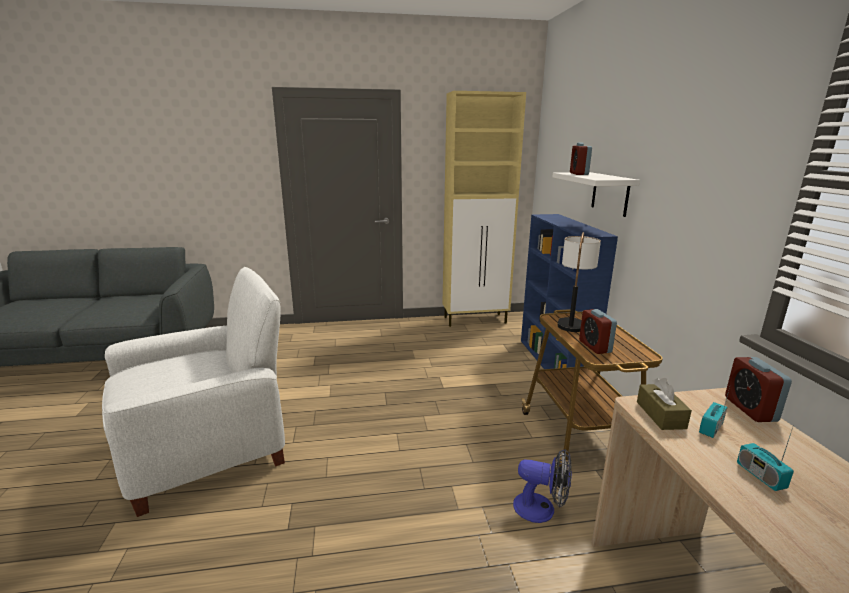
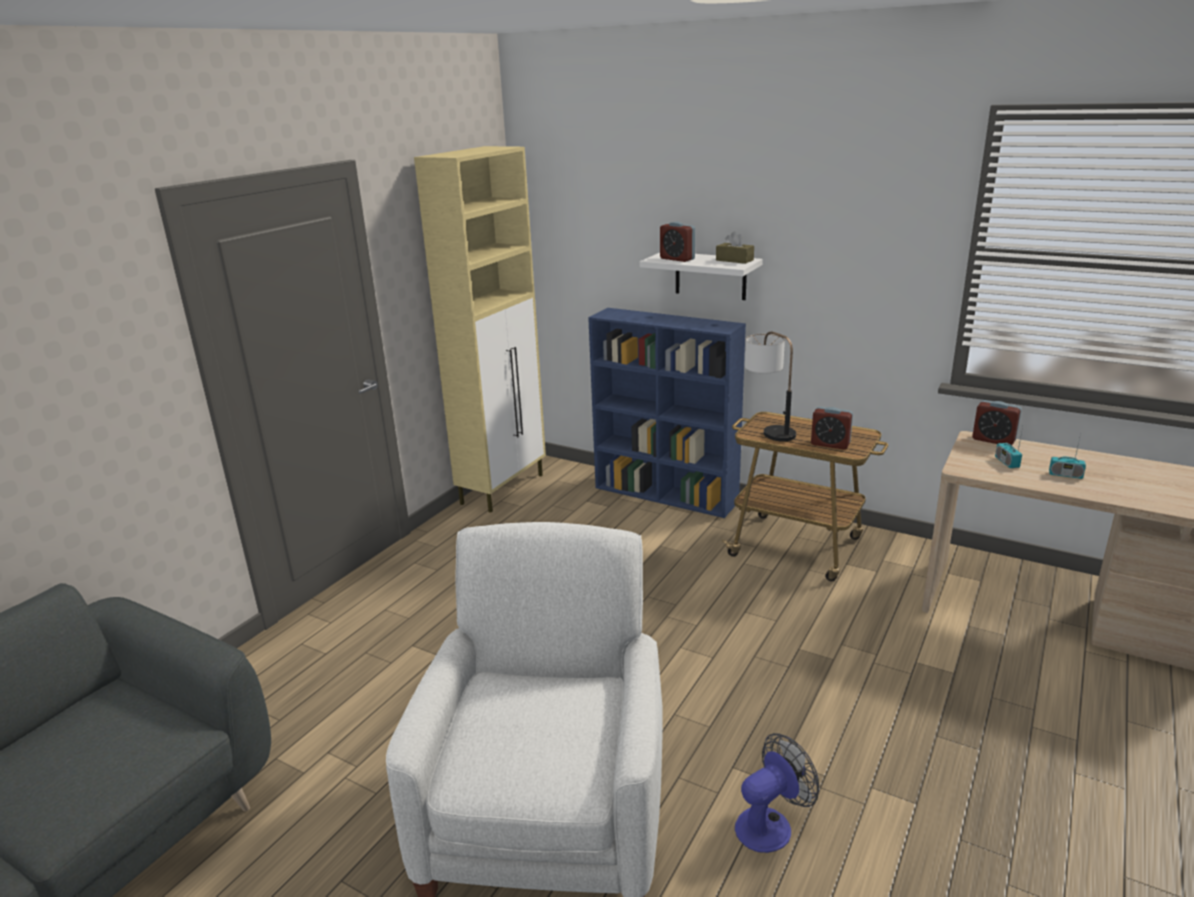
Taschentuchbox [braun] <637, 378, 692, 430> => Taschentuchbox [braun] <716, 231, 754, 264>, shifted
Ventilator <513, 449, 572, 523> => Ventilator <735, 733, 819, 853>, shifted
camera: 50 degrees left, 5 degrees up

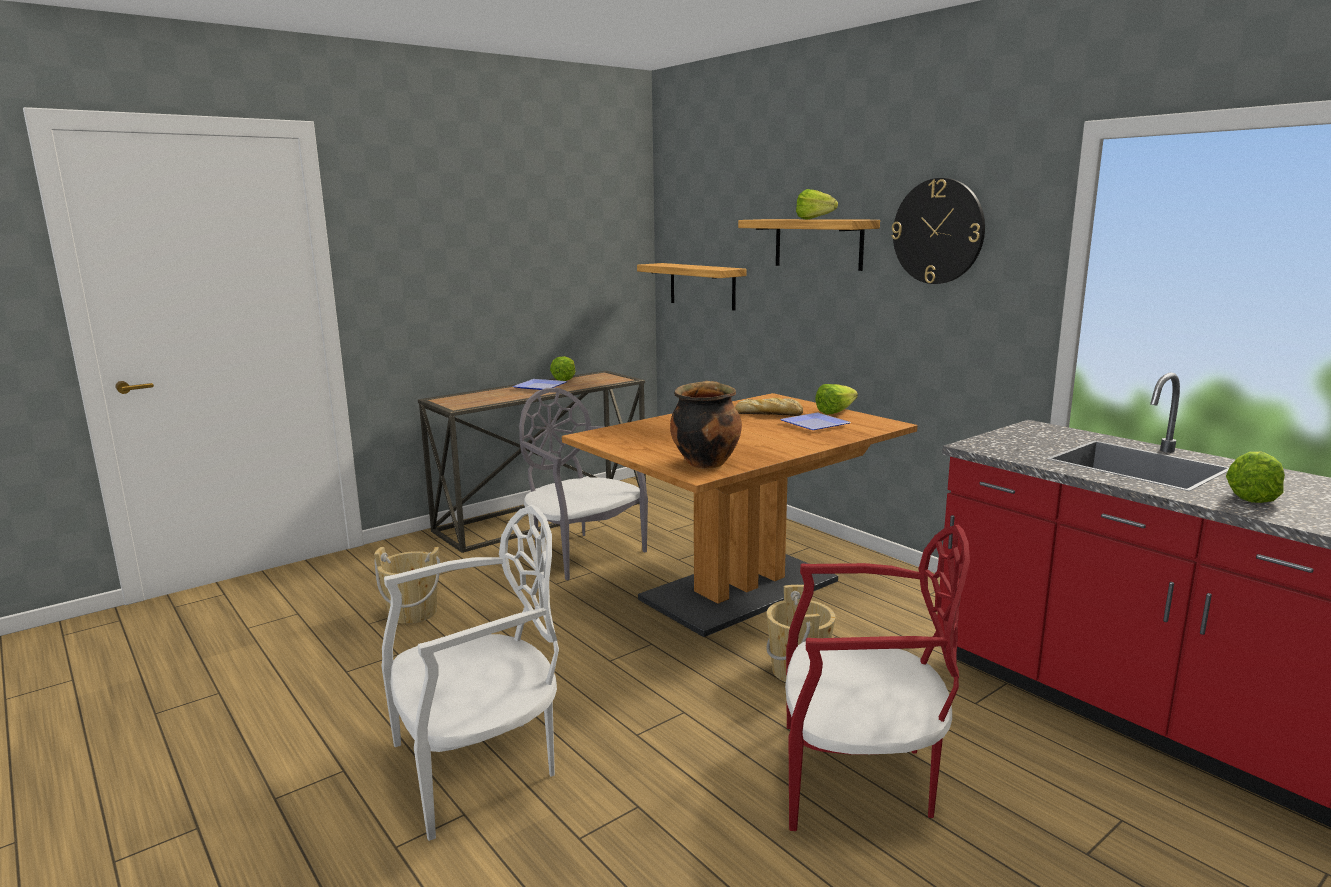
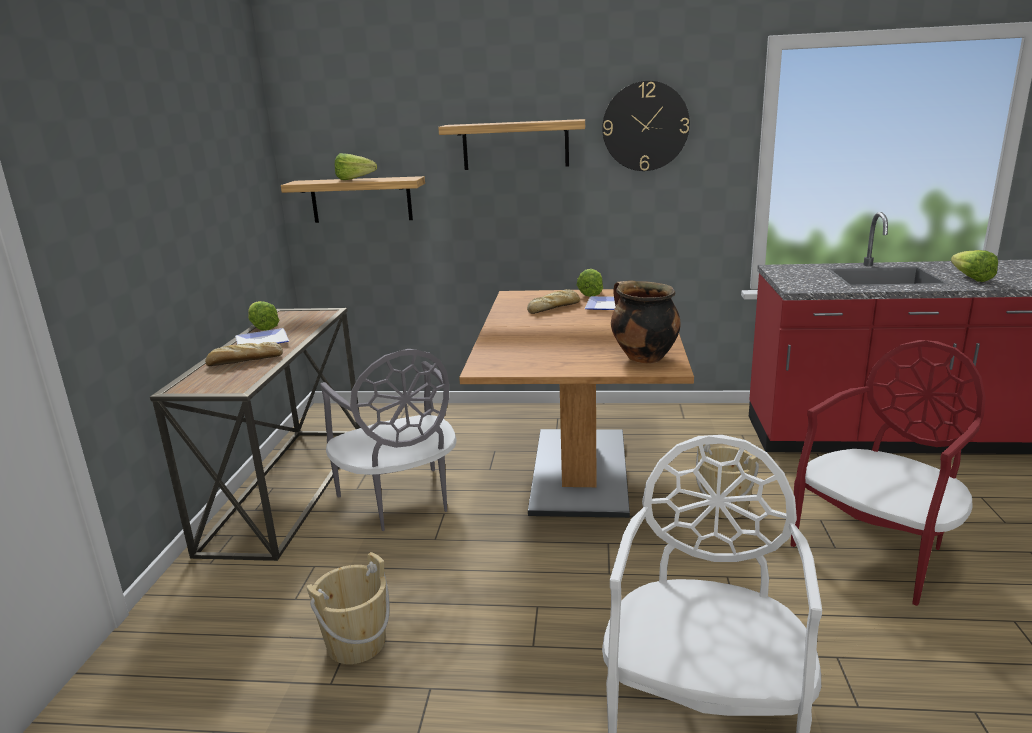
Salatkopf <796, 189, 838, 219> => Salatkopf <335, 153, 377, 180>, shifted
Stuhl [grau] <519, 388, 648, 580> => Stuhl [grau] <320, 349, 456, 531>, 120 degrees counterclockwise
nothing => Brot <205, 342, 283, 366>
camera: 45 degrees left, 5 degrees up

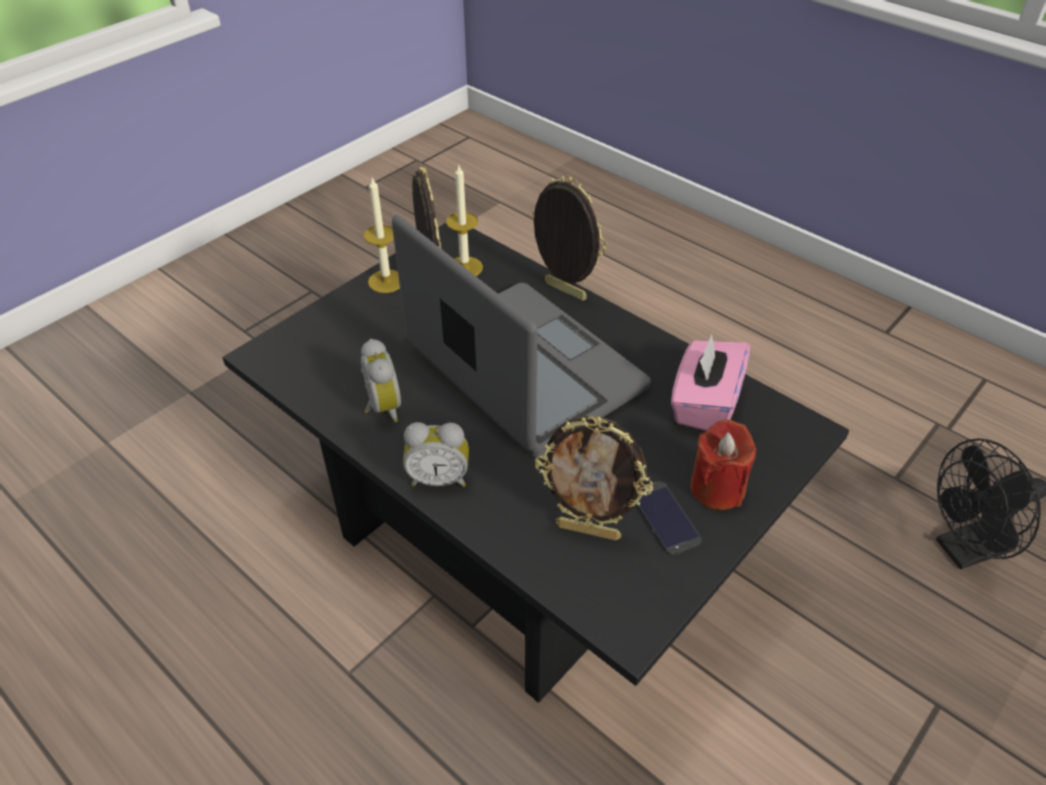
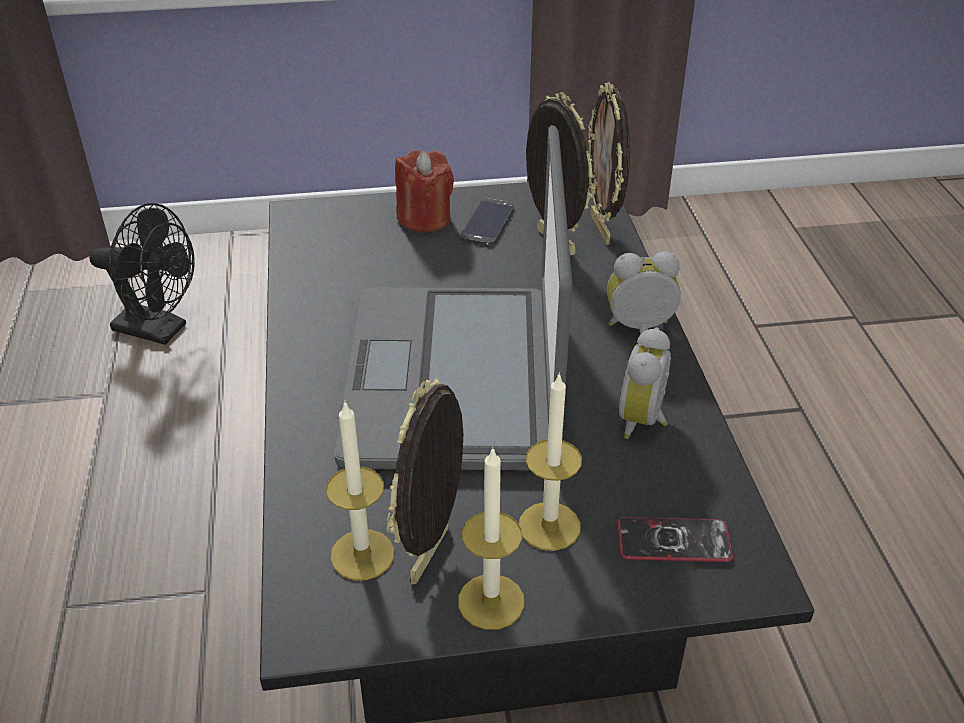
Bilderrahmen <532, 175, 607, 301> => Bilderrahmen <588, 82, 630, 245>, shifted
Taschentuchbox [rosa] <671, 334, 750, 431> => nothing
Wecker <403, 422, 469, 487> => Wecker <607, 251, 681, 335>, 45 degrees counterclockwise
nothing => Kerze <519, 372, 582, 551>
nothing => Handy <618, 517, 733, 562>
camera: 140 degrees left, 5 degrees down

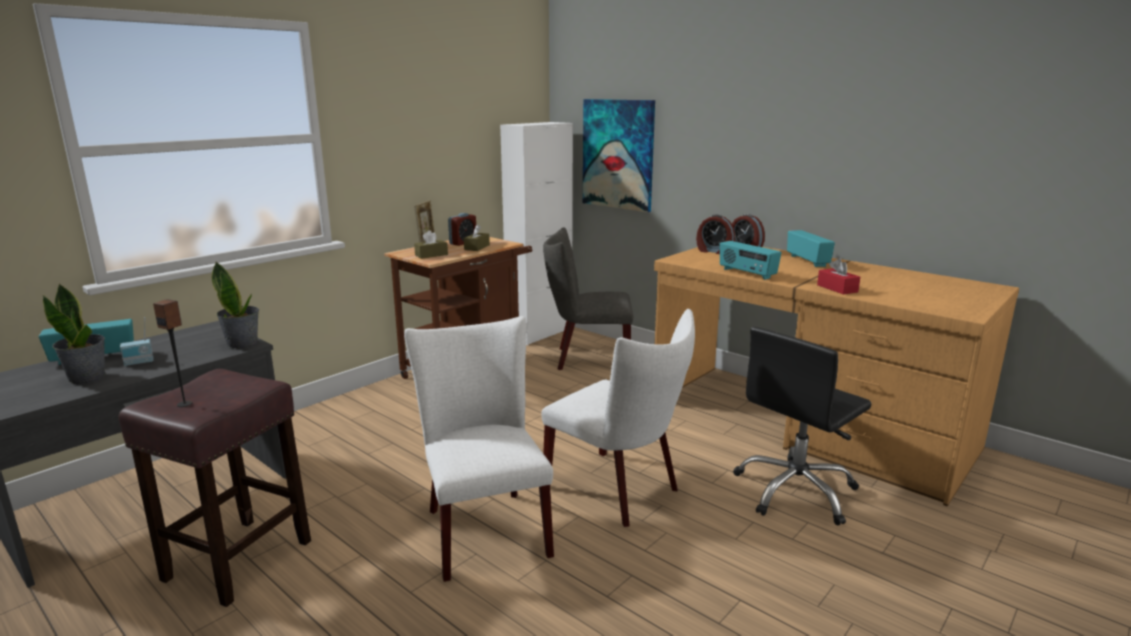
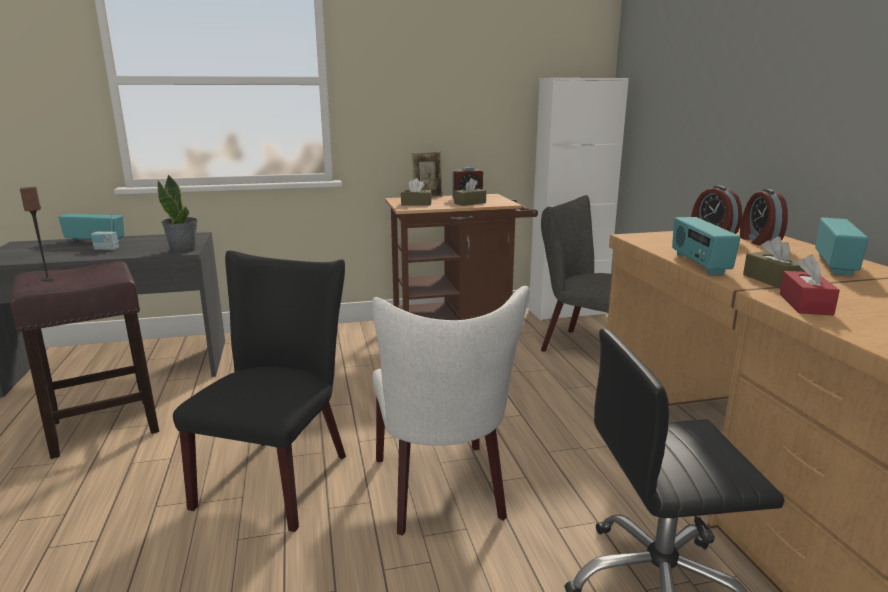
Bild <583, 99, 655, 212> => nothing
Topfpflanze <43, 283, 105, 384> => nothing
Stuhl [weiß] <404, 316, 554, 582> => Stuhl [schwarz] <173, 251, 346, 532>
nothing => Taschentuchbox [braun] <743, 237, 806, 289>
camera: 35 degrees right, 0 degrees up

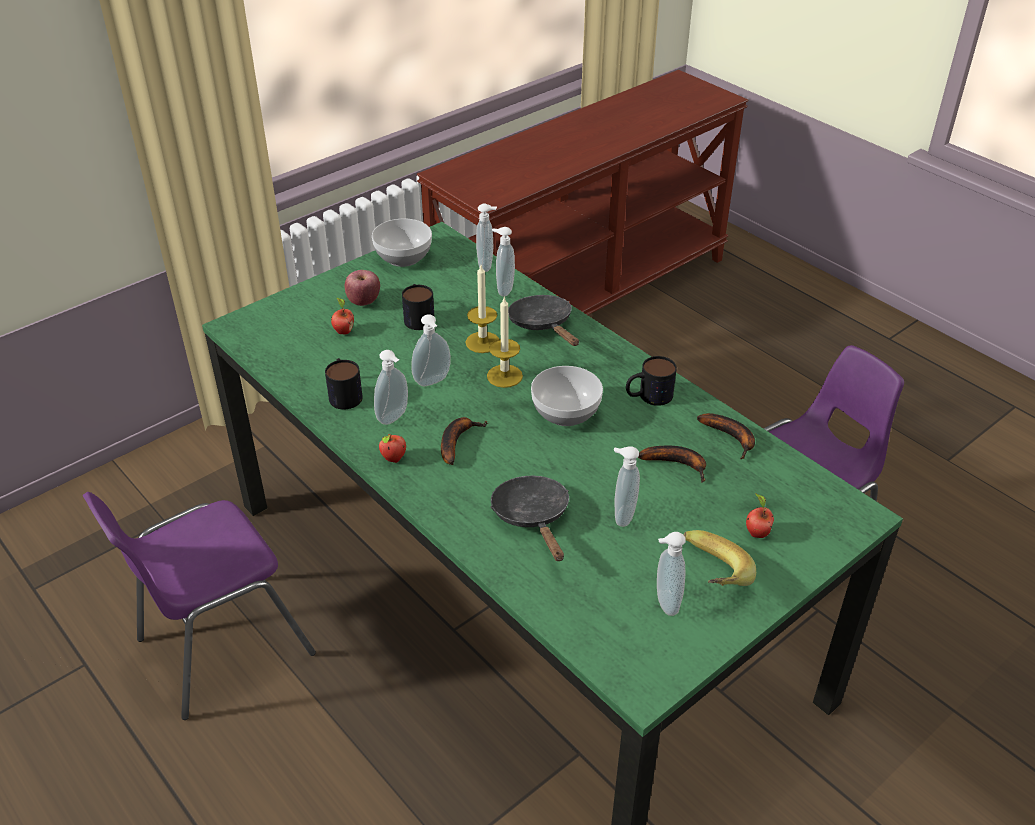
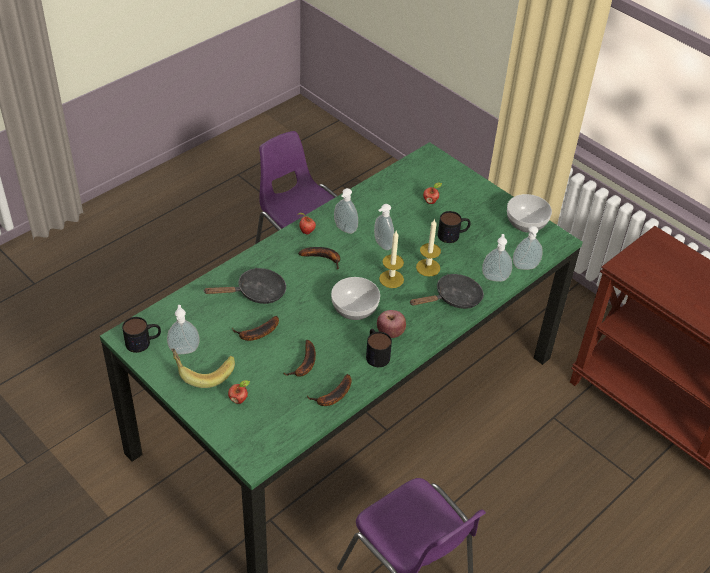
Apfel <345, 270, 380, 306> => Apfel <377, 310, 406, 338>, shifted
Henkelbecher <325, 358, 363, 409> => Henkelbecher <122, 317, 161, 353>, shifted
Seifenspender <614, 446, 640, 527> => Banane <232, 316, 279, 341>
camera: 85 degrees right, 5 degrees up

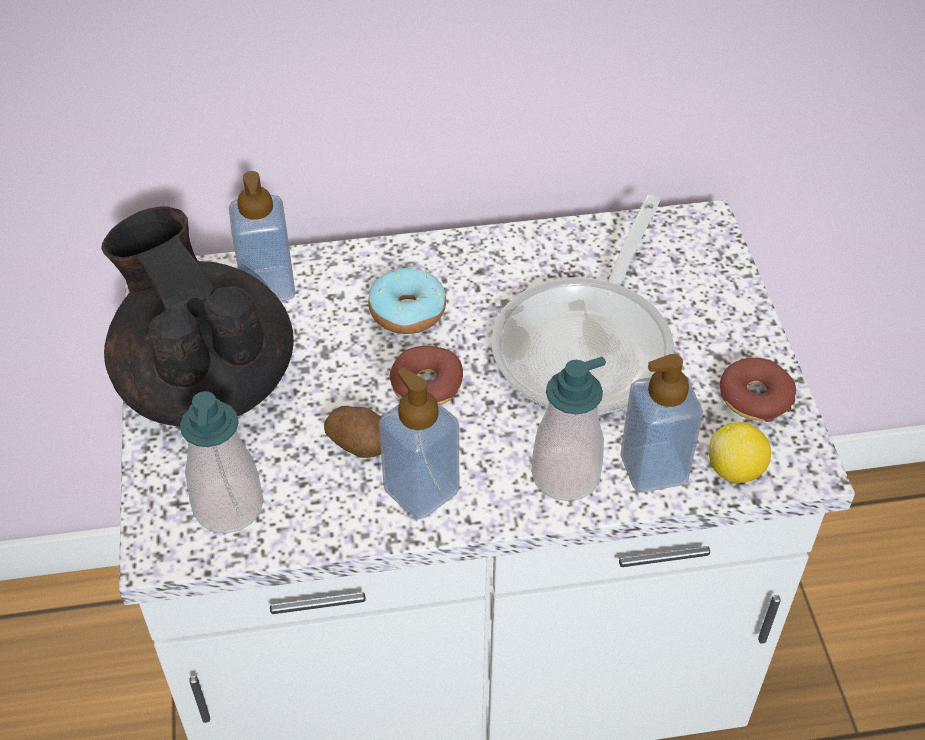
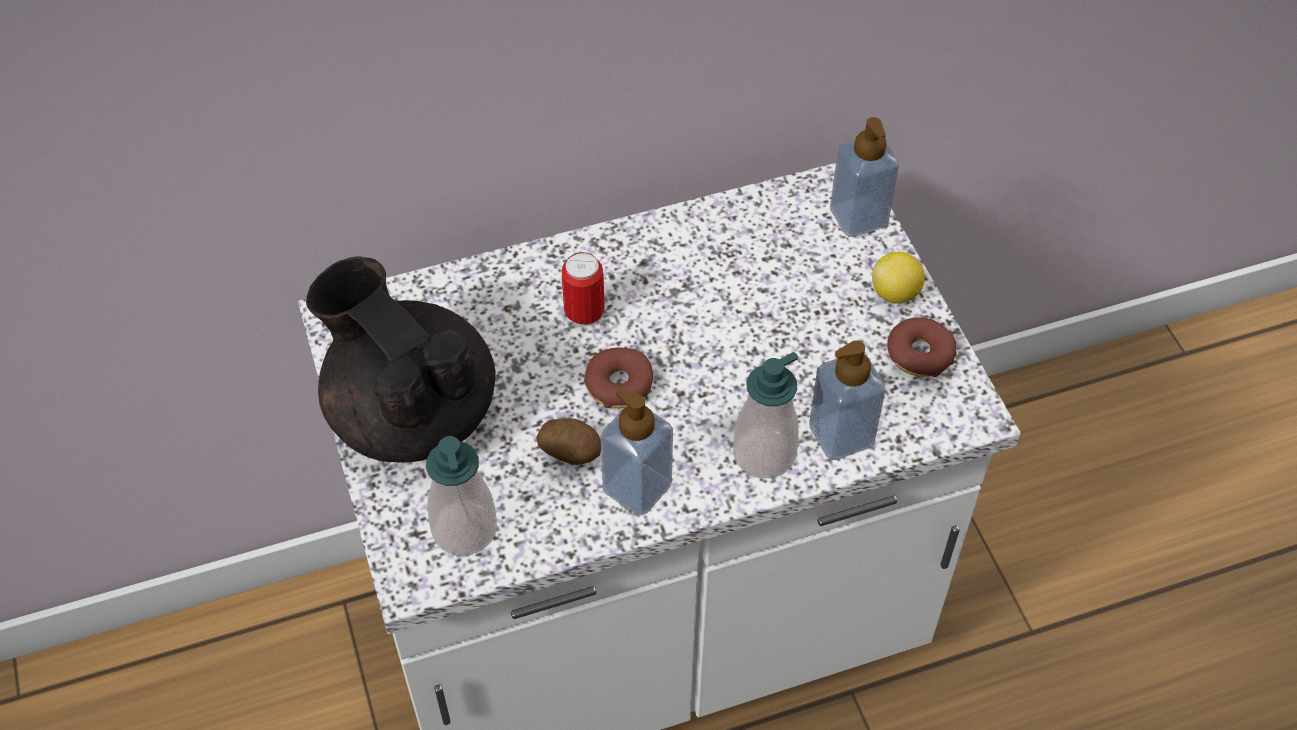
Seifenspender <229, 171, 296, 301> => Seifenspender <830, 117, 899, 237>, shifted
Pfanne <491, 195, 674, 415> => nothing
Donut <368, 268, 446, 334> => Dose <562, 252, 605, 326>
Zitrone <709, 422, 771, 483> => Zitrone <872, 252, 925, 304>, shifted
camera: 10 degrees left, 5 degrees up

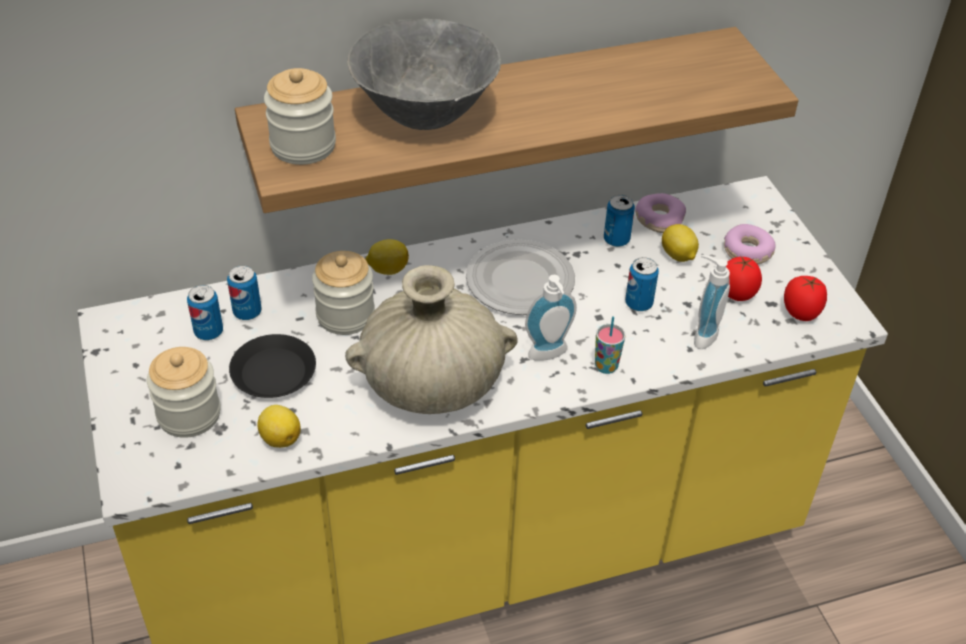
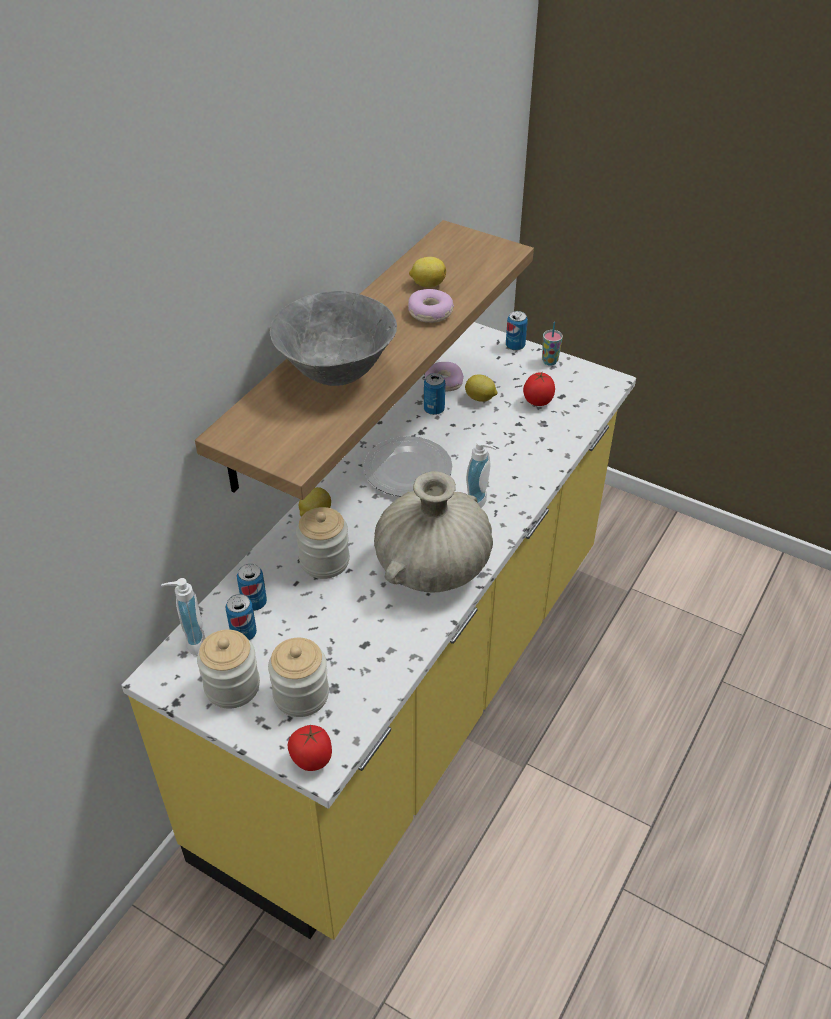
Vorratsglas <264, 68, 336, 165> => Vorratsglas <197, 630, 260, 709>, shifted
Donut <724, 224, 776, 264> => Donut <408, 289, 454, 323>, shifted
Seifenspender <694, 255, 730, 349> => Seifenspender <161, 578, 206, 656>, shifted
Dose <625, 257, 659, 311> => Dose <506, 311, 528, 351>, shifted
Tomate <784, 276, 827, 321> => Tomate <288, 725, 332, 771>, shifted
Tasse <595, 316, 626, 374> => Tasse <542, 322, 563, 366>, shifted
Teller [schwarz] <229, 334, 316, 398> => nothing
Zitrone <257, 405, 301, 448> => Zitrone <409, 257, 446, 288>, shifted
camera: 40 degrees left, 0 degrees up

